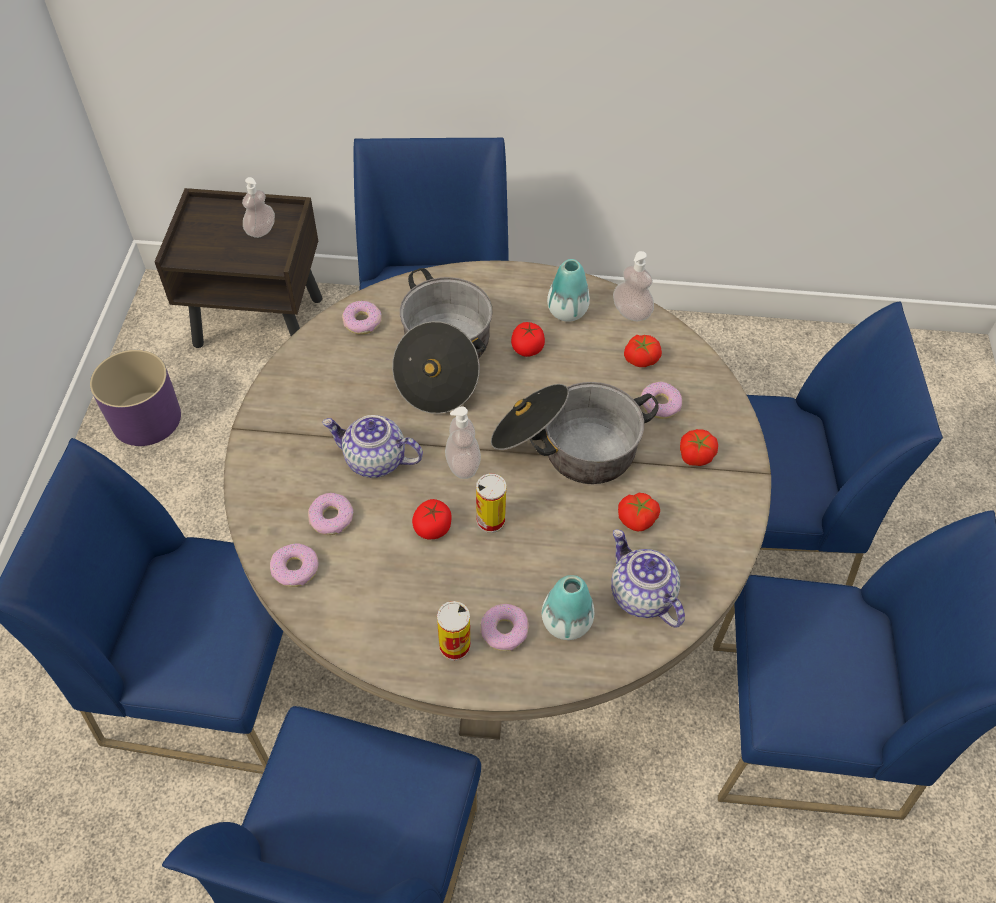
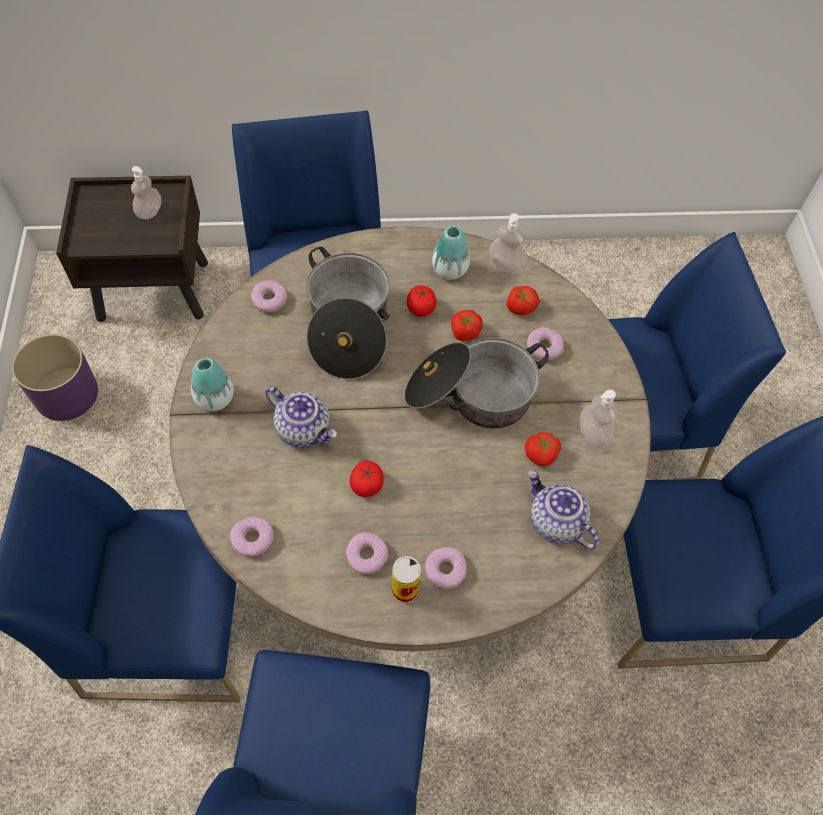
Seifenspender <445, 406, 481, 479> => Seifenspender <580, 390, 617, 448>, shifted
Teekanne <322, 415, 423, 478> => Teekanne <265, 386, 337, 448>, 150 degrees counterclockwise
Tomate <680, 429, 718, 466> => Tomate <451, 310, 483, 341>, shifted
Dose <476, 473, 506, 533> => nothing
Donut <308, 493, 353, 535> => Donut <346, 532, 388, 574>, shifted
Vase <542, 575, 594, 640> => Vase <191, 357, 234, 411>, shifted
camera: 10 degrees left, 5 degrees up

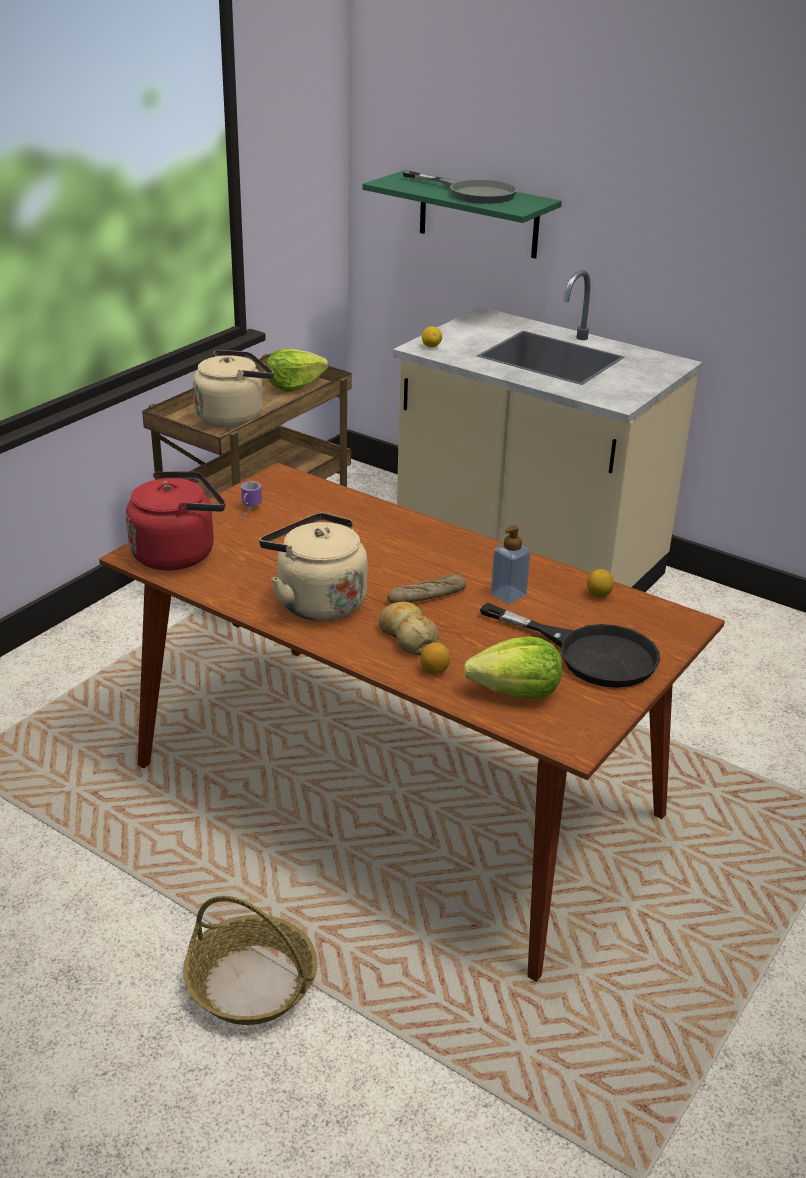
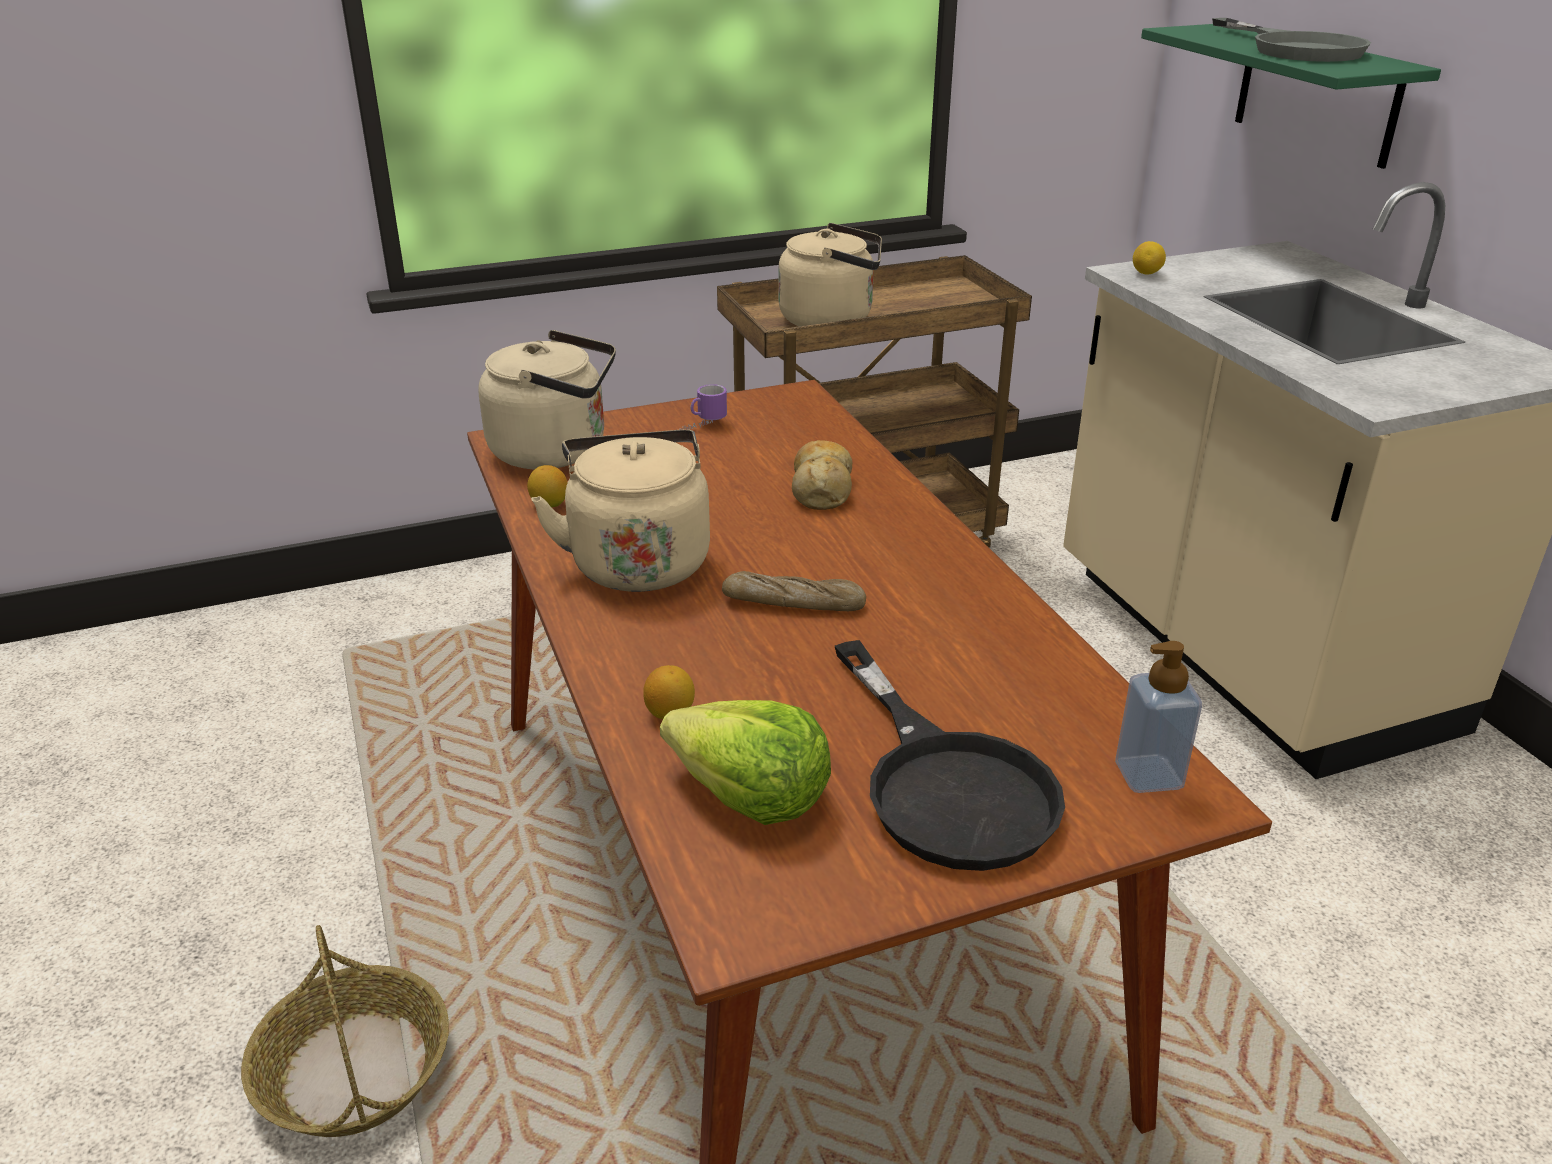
Salatkopf <267, 349, 328, 392> => nothing
Wasserkessel [rot] <126, 471, 225, 570> => Wasserkessel [beige] <478, 330, 616, 469>
Seifenspender <491, 525, 531, 604> => Seifenspender <1115, 641, 1202, 793>, shifted
Zitrone <587, 569, 614, 598> => Zitrone <527, 465, 568, 508>, shifted
Brot <379, 602, 439, 655> => Brot <792, 440, 853, 510>, shifted
camera: 35 degrees right, 0 degrees up

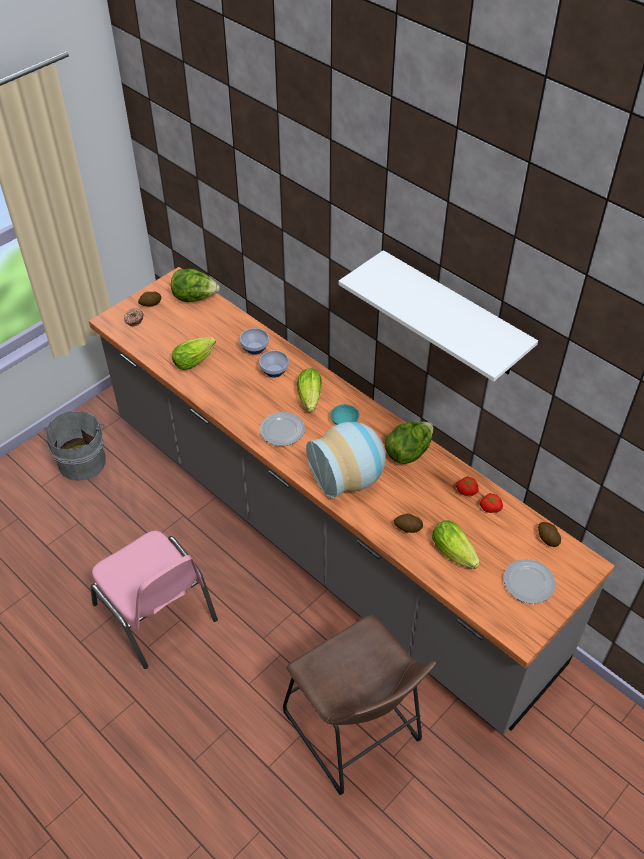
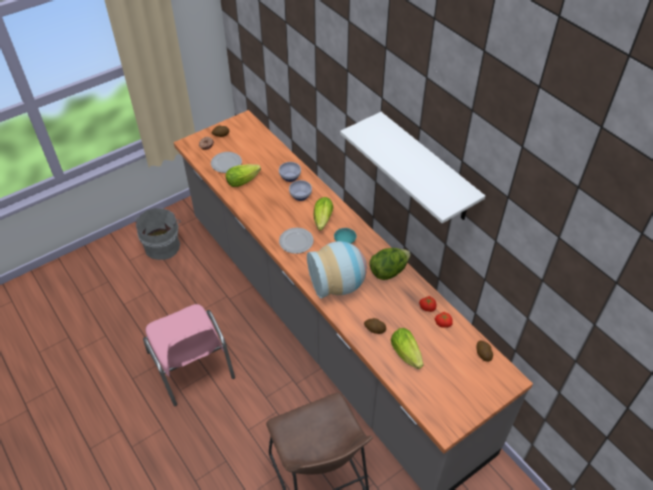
Salatkopf <171, 269, 220, 302> => nothing
Teller <504, 559, 556, 604> => Teller <211, 152, 242, 173>, shifted
camera: 10 degrees right, 0 degrees up

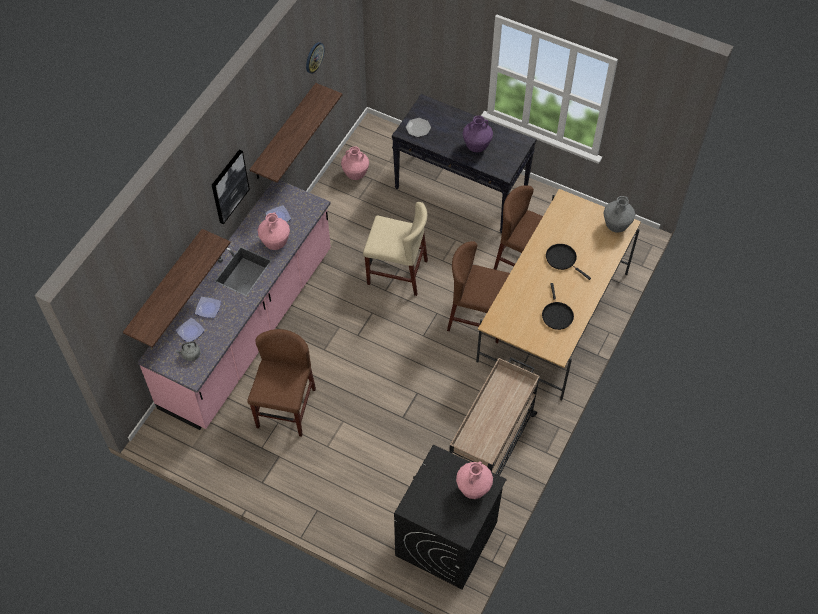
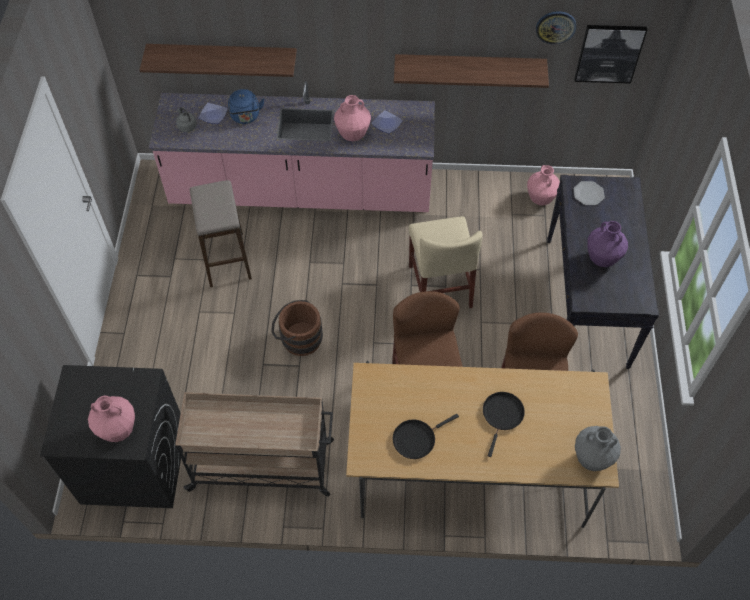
Bild <212, 150, 250, 224> => Bild <574, 25, 647, 84>, shifted
Teller <195, 297, 221, 318> => Wasserkessel [blau] <228, 89, 265, 124>
Stuhl [braun] <247, 329, 316, 437> => Hocker <190, 180, 252, 287>
nothing => Eimer [braun] <271, 300, 323, 356>
camera: 65 degrees right, 0 degrees up

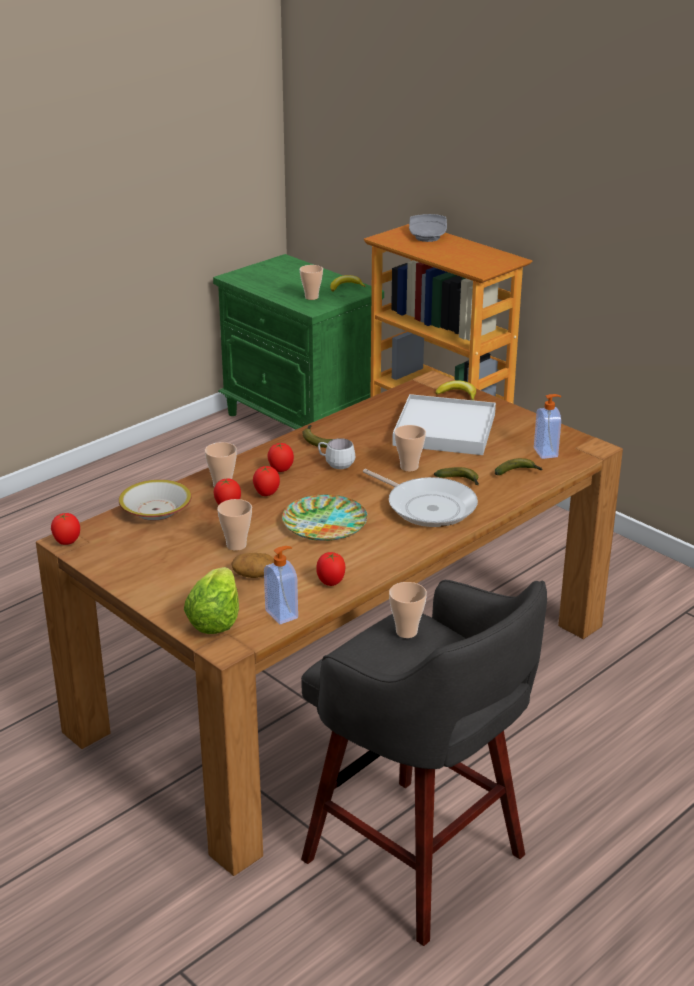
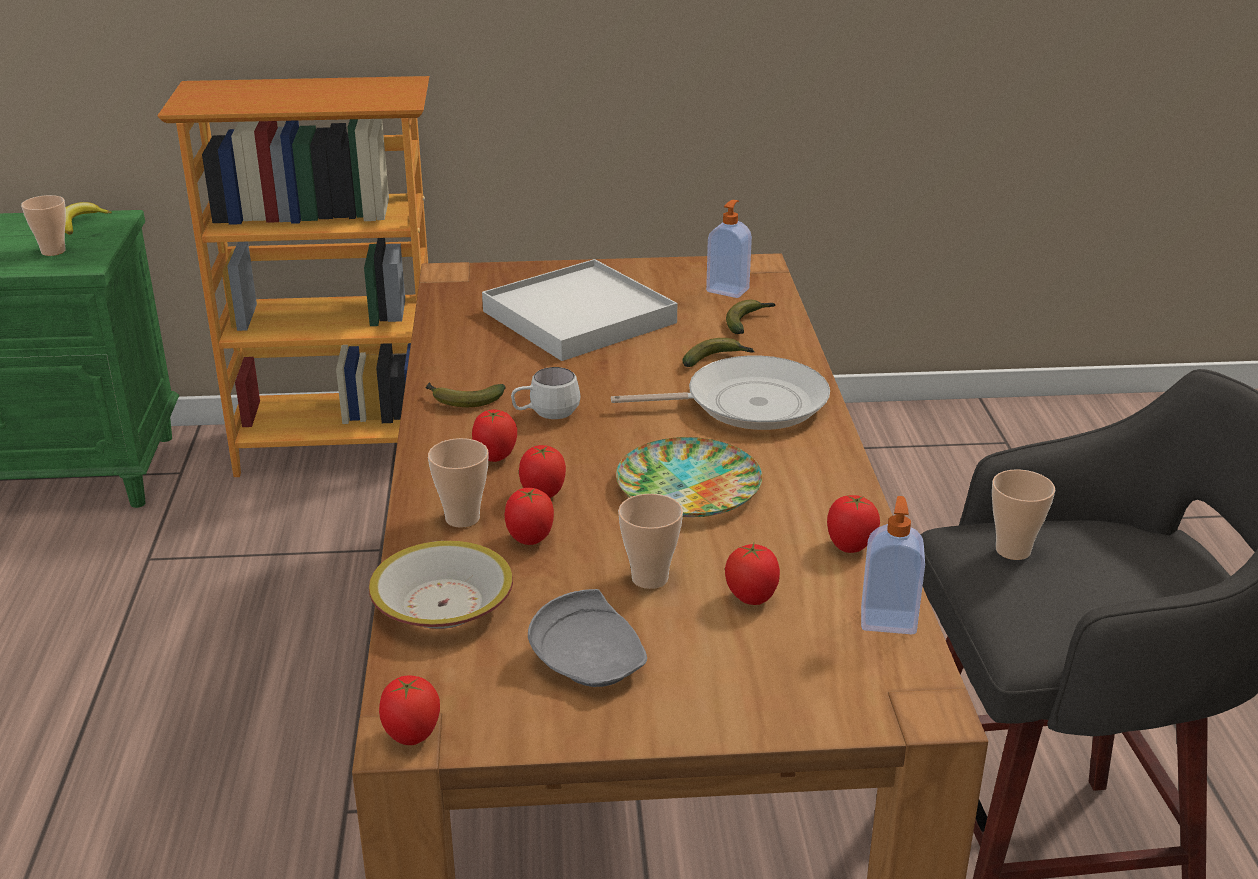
Teller [grau] <409, 214, 447, 242> => Teller [grau] <528, 589, 647, 687>, shifted
Banane <436, 381, 476, 401> => nothing
Tasse <395, 425, 426, 472> => nothing
Kartoffel <232, 553, 274, 578> => Tomate <725, 543, 780, 605>
Salatkopf <184, 567, 239, 634> => nothing
camera: 50 degrees left, 0 degrees up

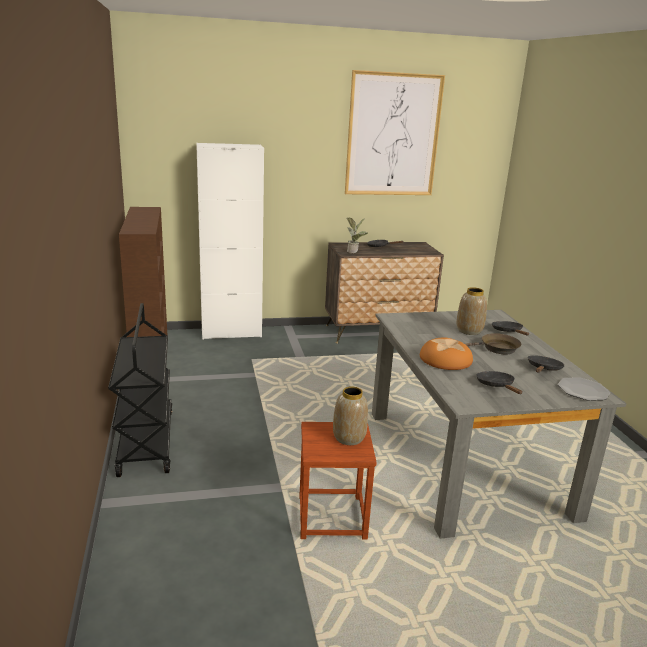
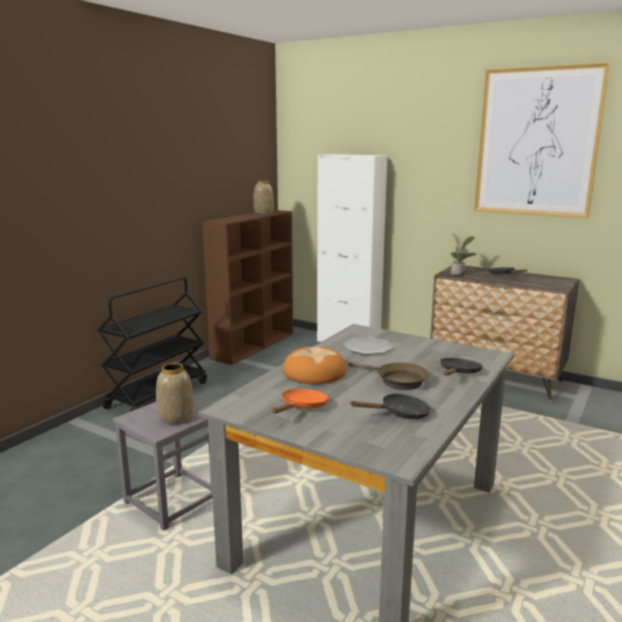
Vase <457, 287, 487, 335> => Vase <253, 181, 274, 214>, shifted
Pfanne [schwarz] <476, 371, 522, 394> => Pfanne [orange] <272, 389, 328, 414>
Teller <558, 377, 610, 401> => Teller <344, 337, 393, 355>, shifted
Hocker [braun] <300, 422, 377, 539> => Hocker [grau] <113, 402, 212, 531>
camera: 45 degrees right, 5 degrees down

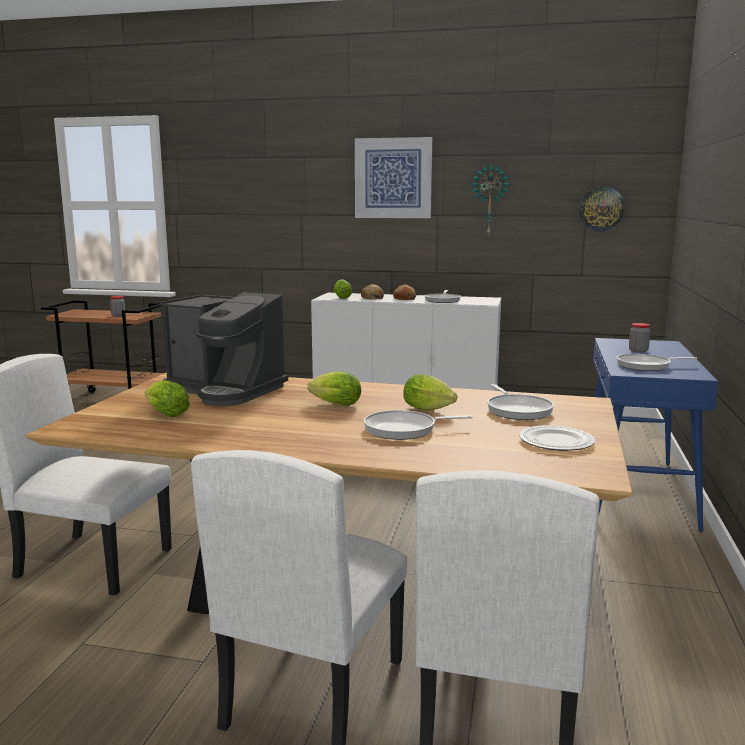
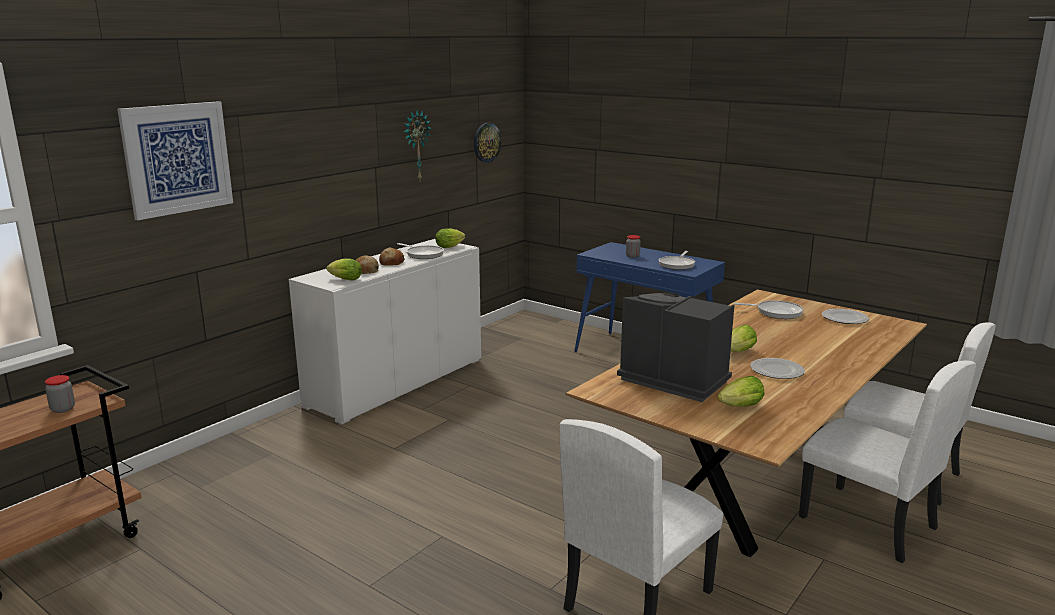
Bild <355, 137, 432, 218> => Bild <117, 101, 233, 220>, shifted
Kaffeemaschine <162, 292, 288, 406> => Kaffeemaschine <617, 292, 734, 402>, 105 degrees counterclockwise
Salatkopf <403, 374, 457, 410> => Salatkopf <435, 228, 465, 248>, shifted
Pfanne <364, 410, 472, 440> => nothing
nothing => Teller <750, 358, 805, 379>
camera: 65 degrees left, 5 degrees up

